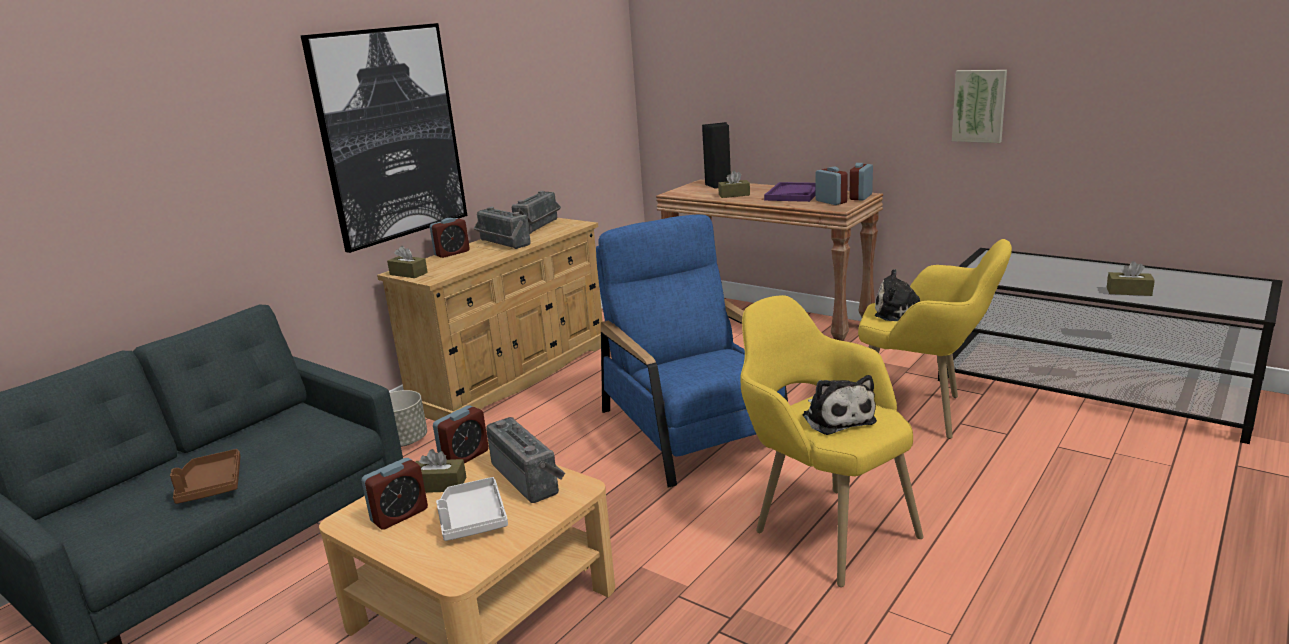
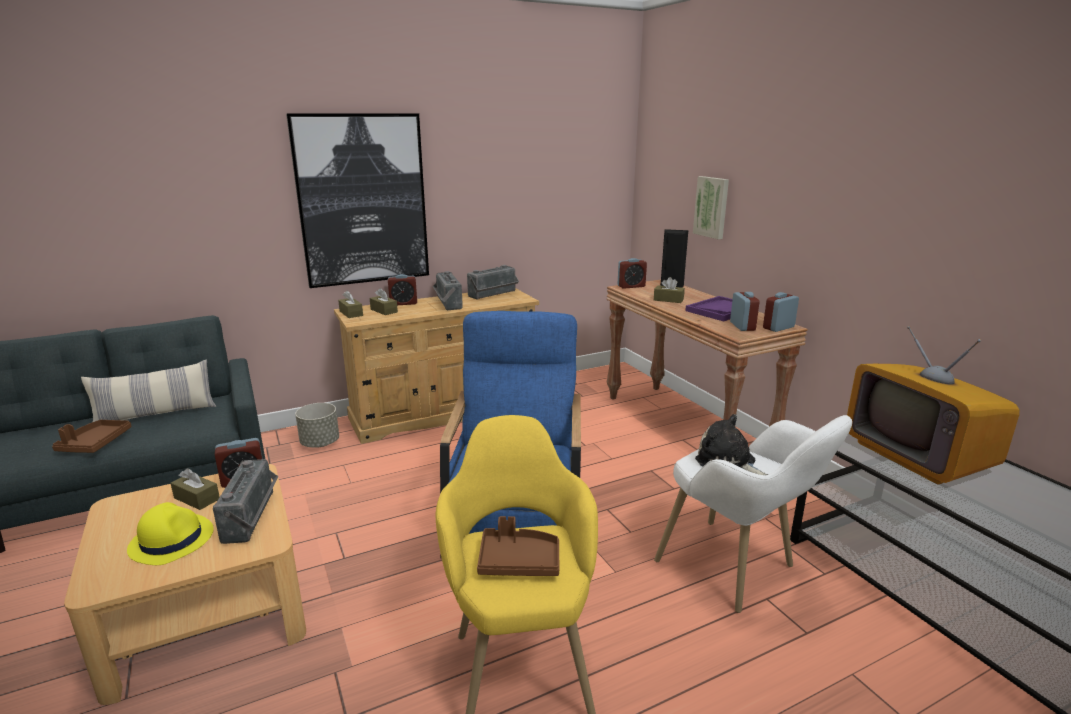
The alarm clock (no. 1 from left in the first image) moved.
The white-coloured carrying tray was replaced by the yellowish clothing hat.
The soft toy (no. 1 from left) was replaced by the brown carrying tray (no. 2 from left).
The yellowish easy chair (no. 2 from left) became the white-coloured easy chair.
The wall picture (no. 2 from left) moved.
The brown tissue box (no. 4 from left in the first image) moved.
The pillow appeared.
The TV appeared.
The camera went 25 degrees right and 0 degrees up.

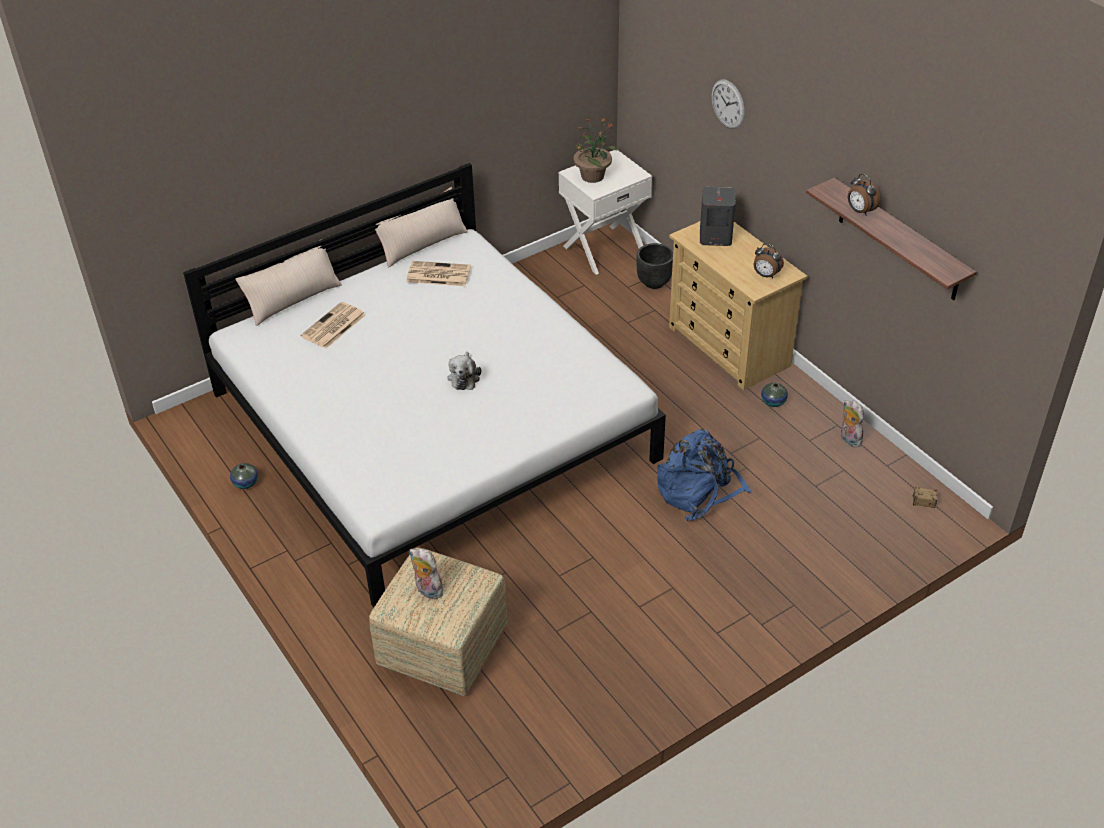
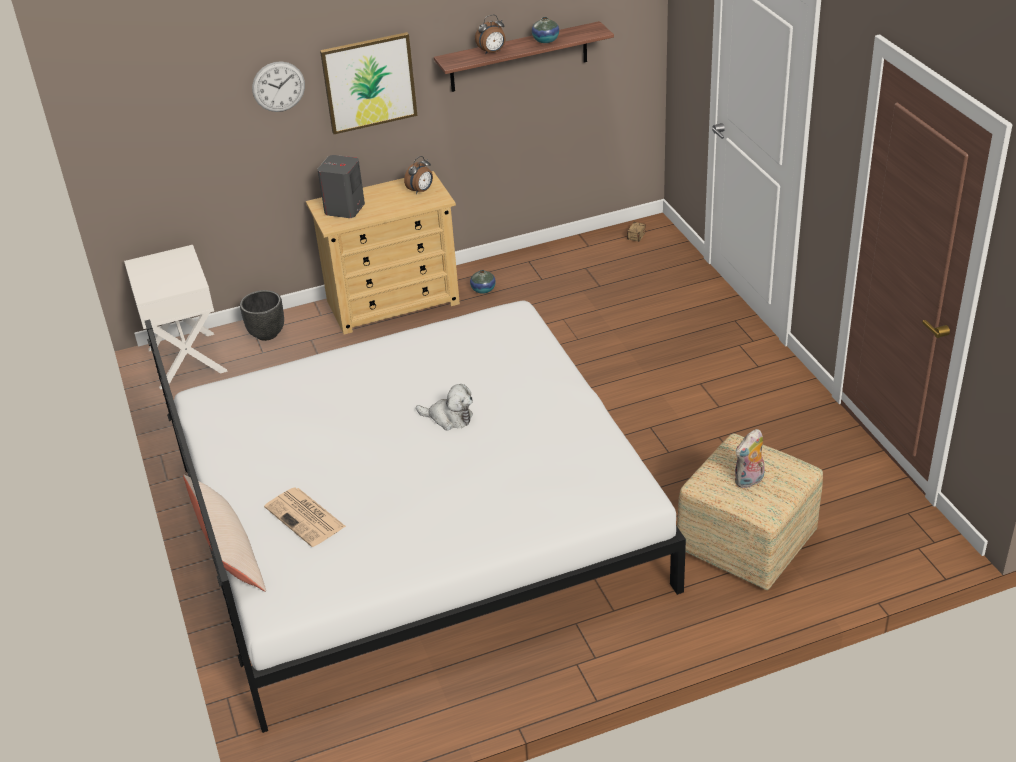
The vase (no. 1 from left in the first image) moved.
The beige pillow (no. 2 from left) disappeared.
The printed paper (no. 2 from left) disappeared.
The houseplant disappeared.
The blue-coloured backpack disappeared.
The soft toy (no. 3 from left) disappeared.
The wall picture appeared.
The camera went 75 degrees left and 5 degrees down.

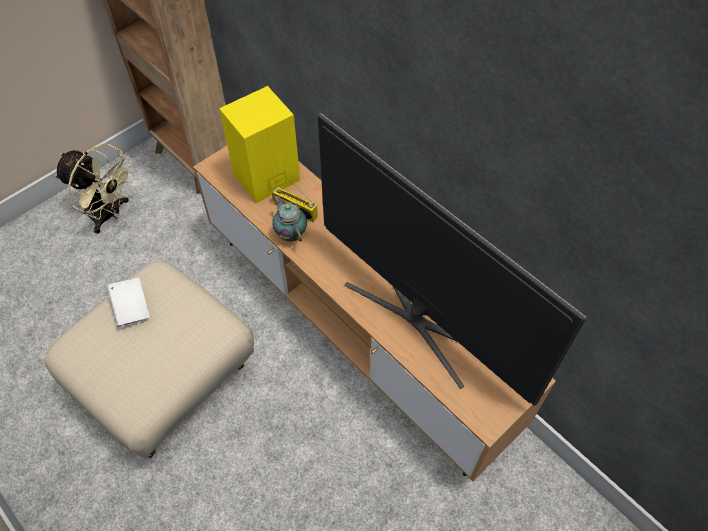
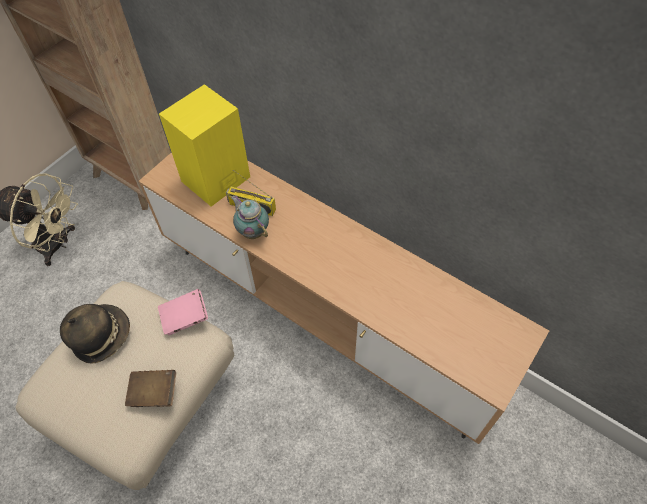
The white-coloured bound book was replaced by the clothing hat.
The TV disappeared.
The brown bound book appeared.
The pink-coloured bound book appeared.
The camera went 10 degrees left and 0 degrees up.

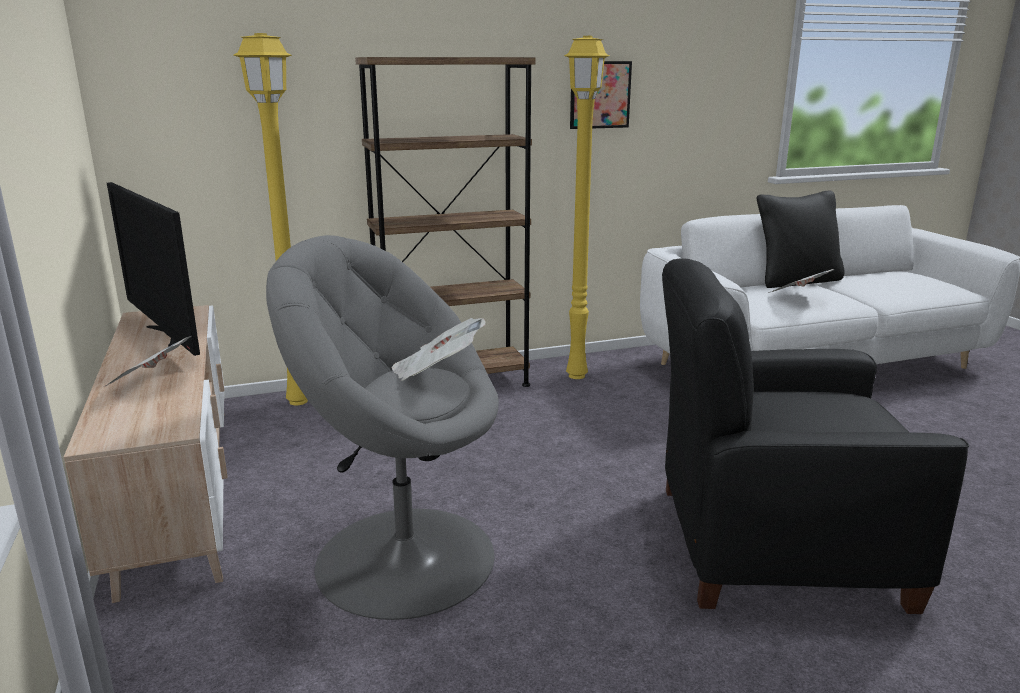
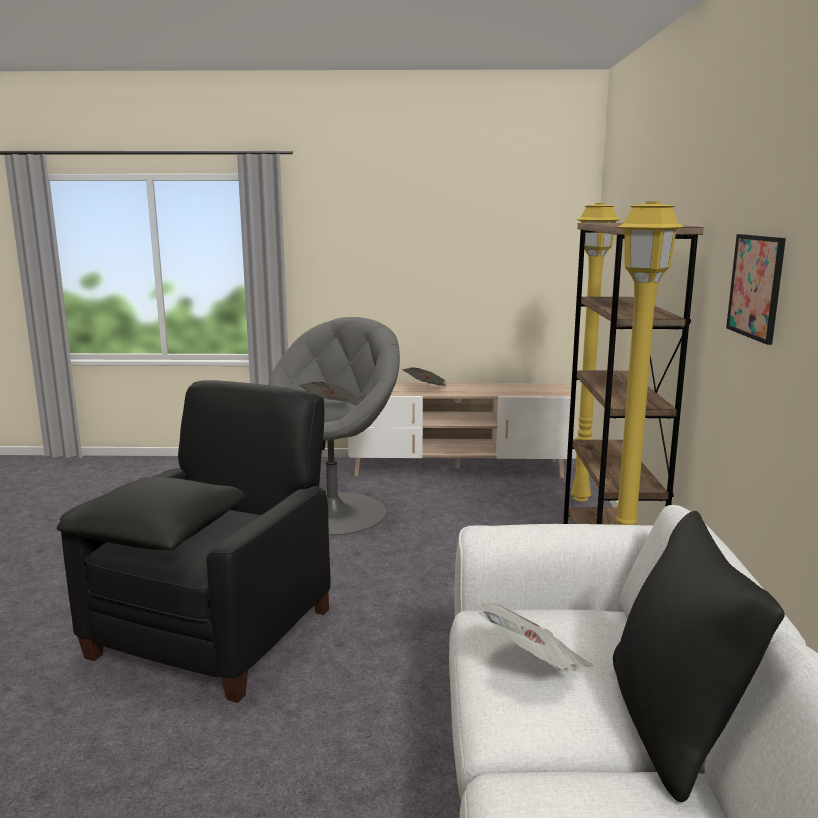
The TV disappeared.
The black pillow (no. 1 from left) appeared.
The camera went 110 degrees right and 5 degrees down.

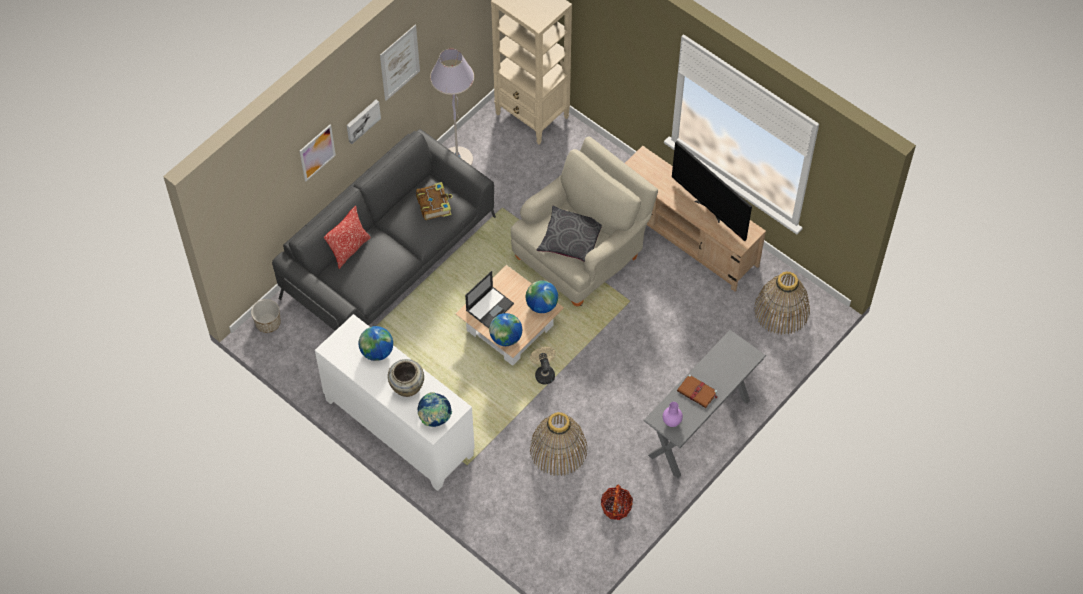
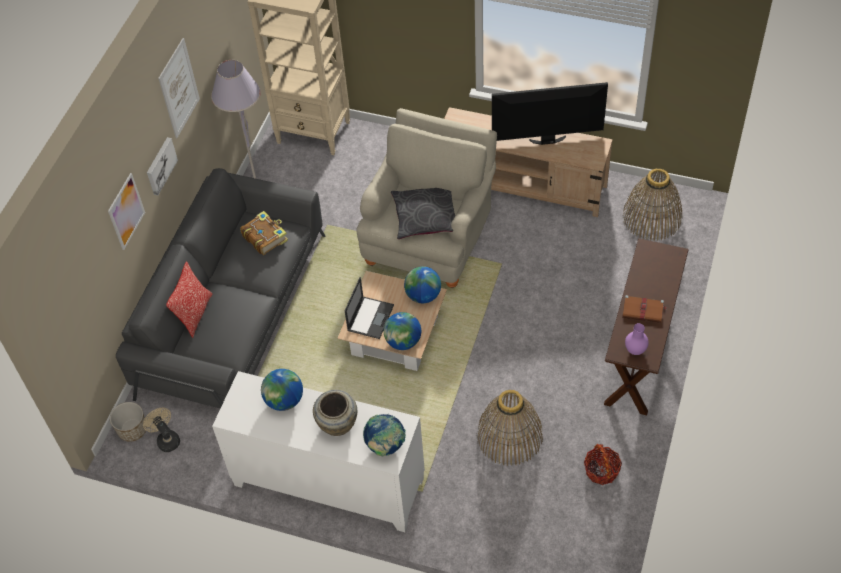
The beige fan moved.
The greyish console table became the brown console table.
The TV turned 150 degrees clockwise.
The camera went 20 degrees left and 5 degrees down.

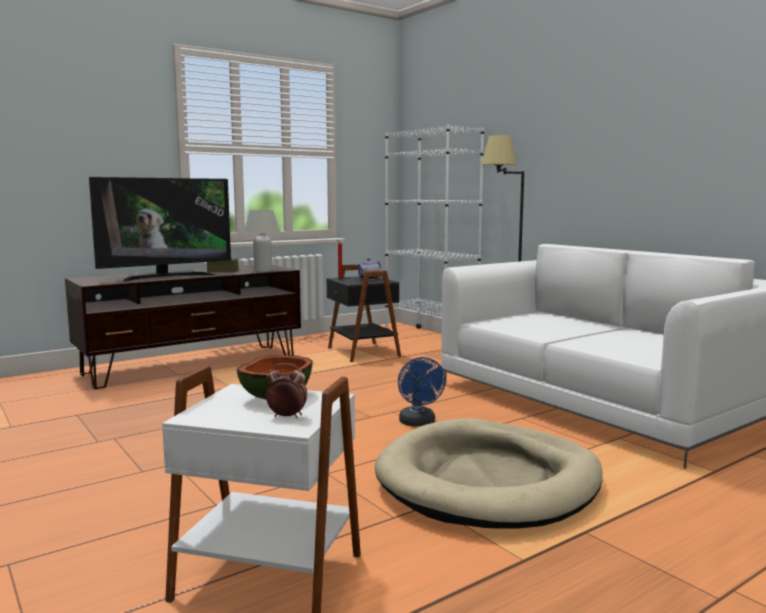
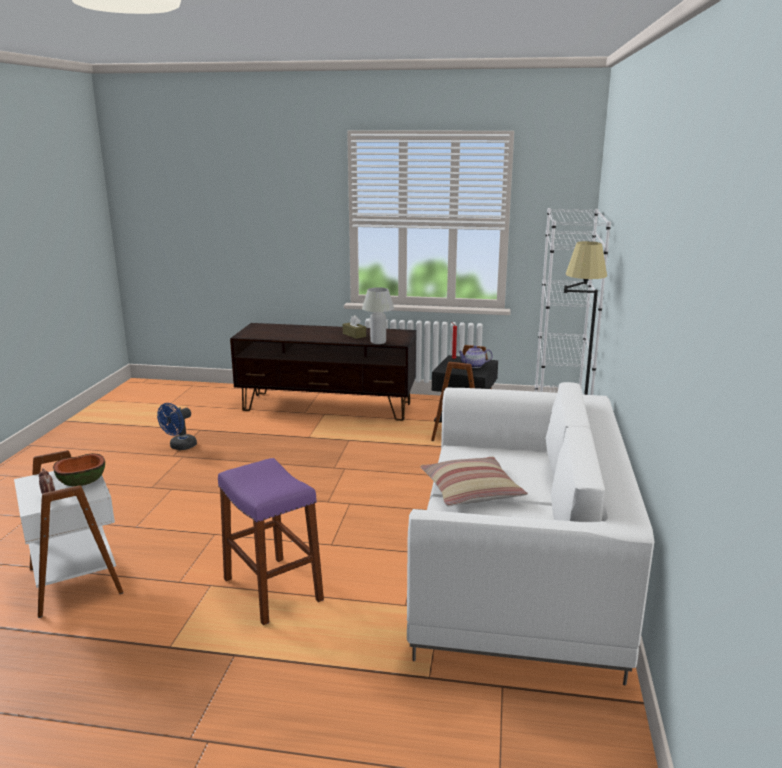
The TV disappeared.
The beige dog bed was replaced by the purple-coloured stool.
The blue-coloured fan moved.
The pillow appeared.
The camera went 45 degrees right and 10 degrees up.

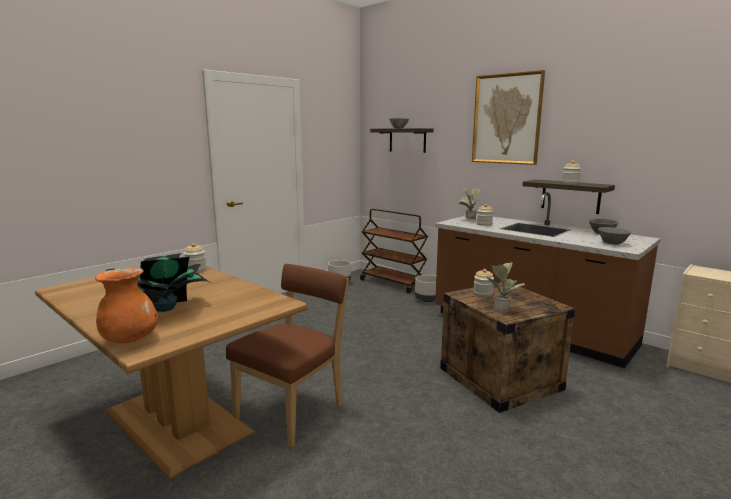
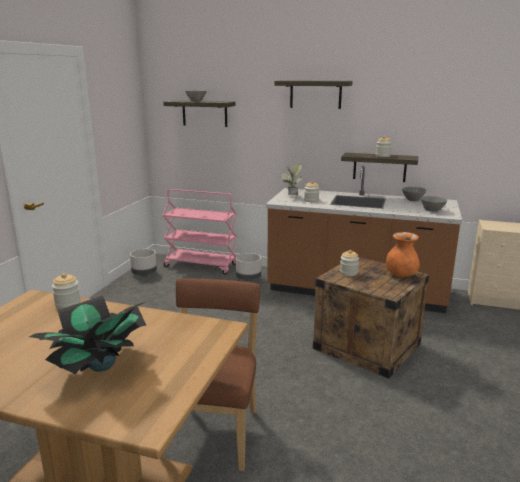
The orange-coloured vase moved.
The brown wheeled cart became the pink-coloured wheeled cart.
The wall picture was replaced by the wall shelf (no. 2 from left).
The houseplant (no. 3 from left) disappeared.
The camera went 25 degrees left and 5 degrees up.

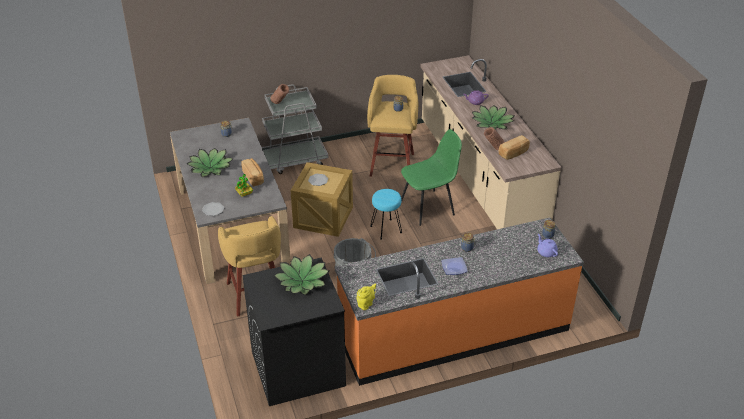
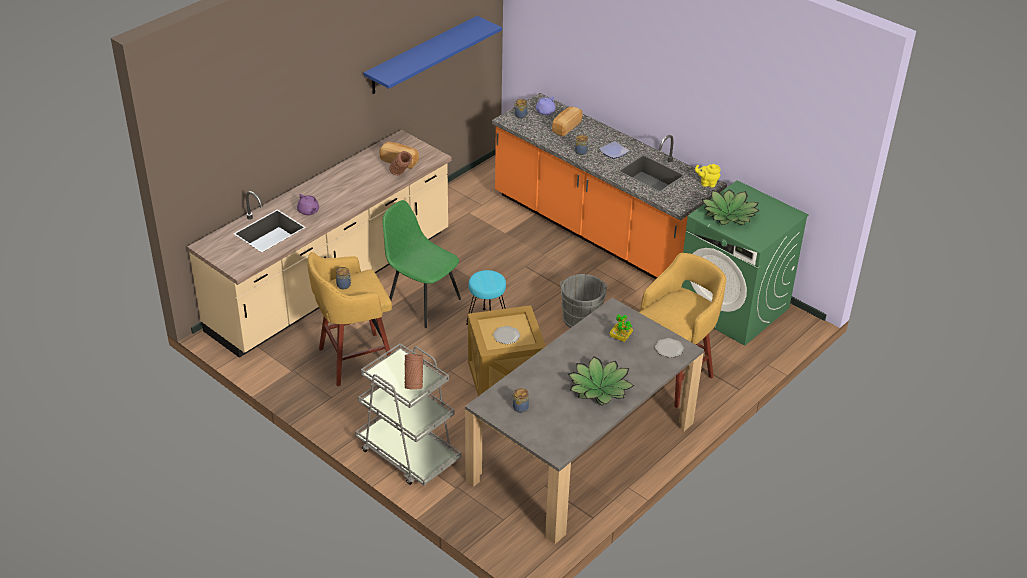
The baked bread (no. 1 from left in the first image) moved.
The black laundry machine became the greenish laundry machine.
The houseplant (no. 4 from left) disappeared.
The blue-coloured wall shelf appeared.
The camera went 120 degrees left and 0 degrees up.

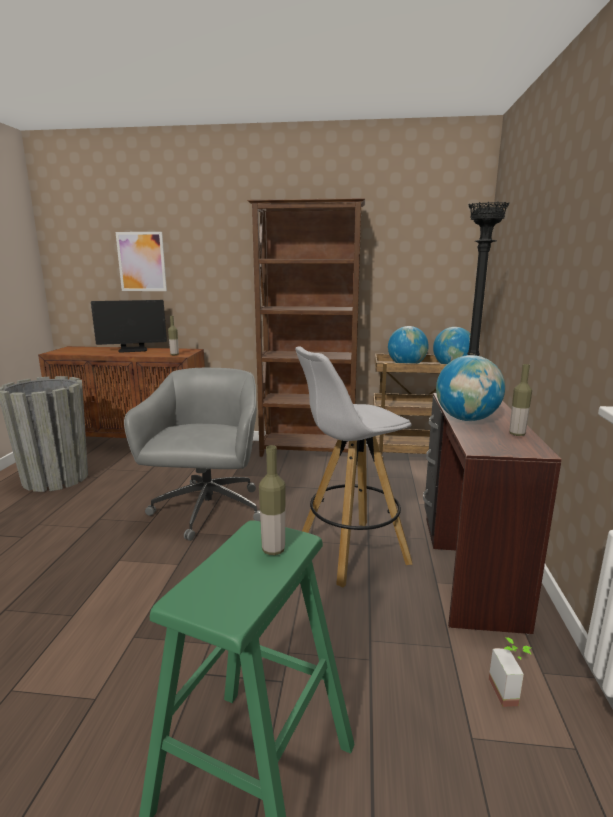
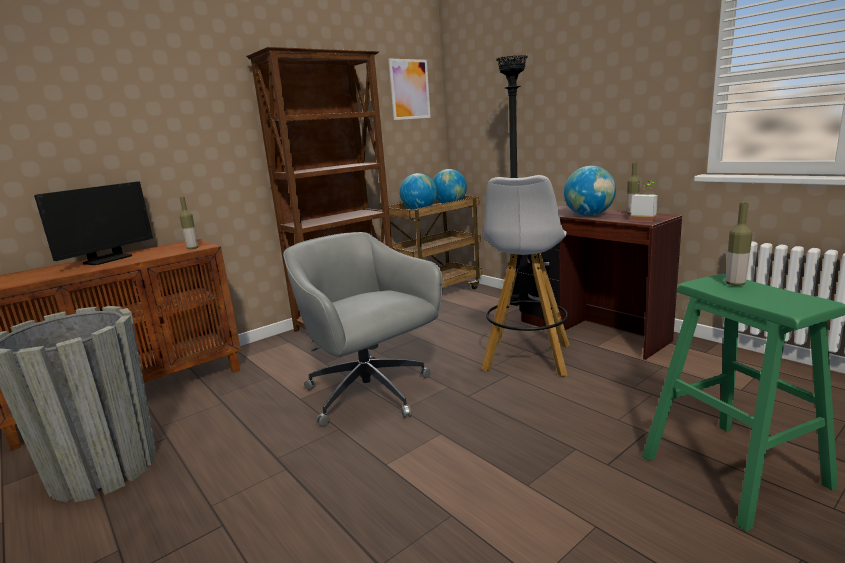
The wall picture moved.
The houseplant moved.
The camera went 45 degrees left and 0 degrees up.

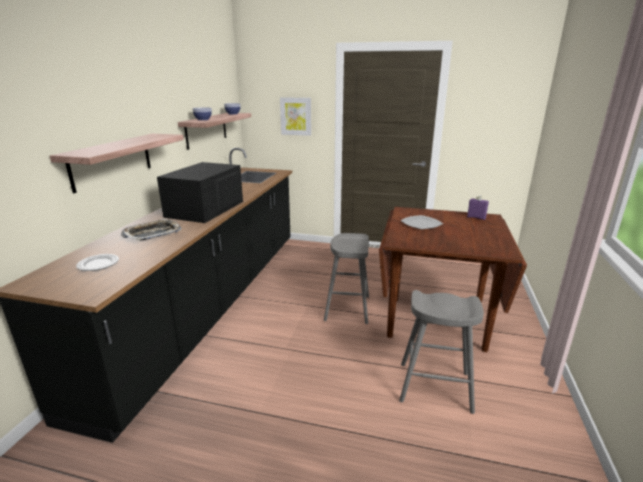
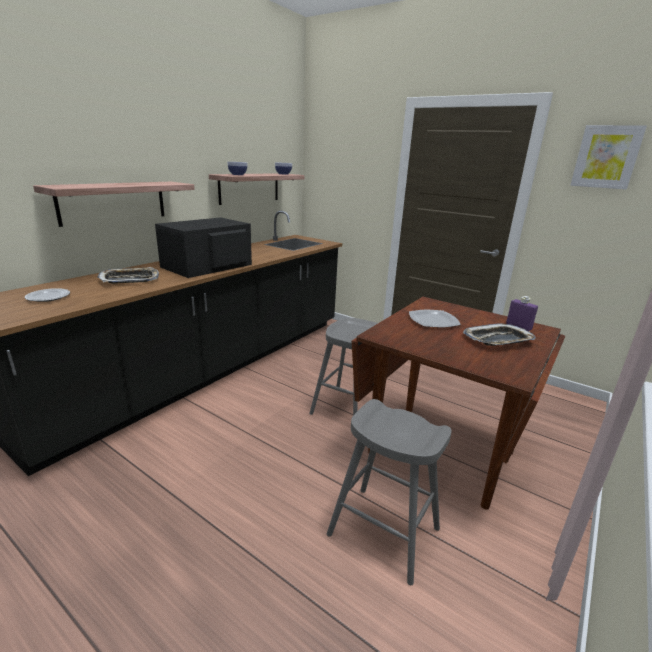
The wall picture moved.
The carrying tray (no. 2 from left) appeared.
The camera went 20 degrees right and 0 degrees up.

